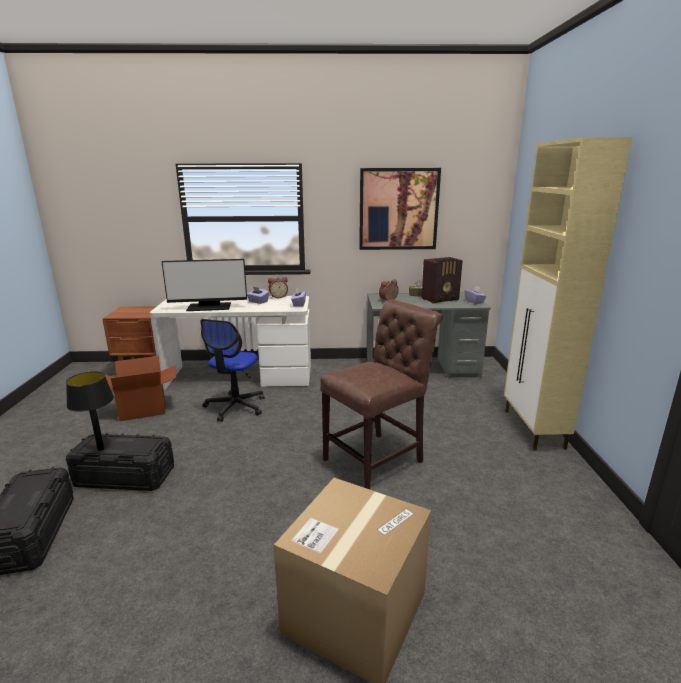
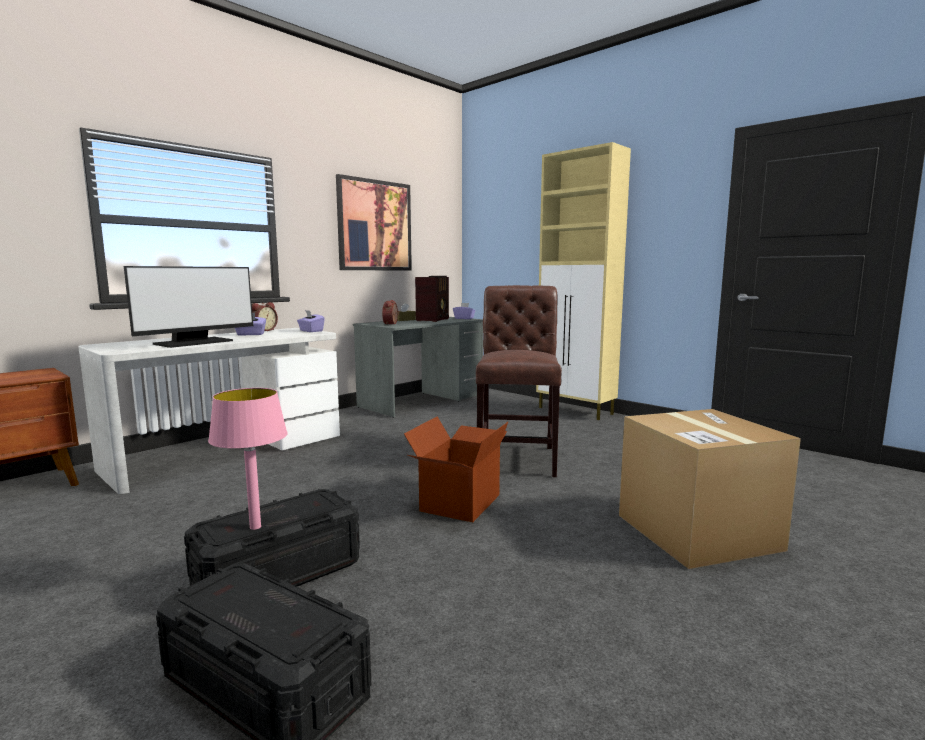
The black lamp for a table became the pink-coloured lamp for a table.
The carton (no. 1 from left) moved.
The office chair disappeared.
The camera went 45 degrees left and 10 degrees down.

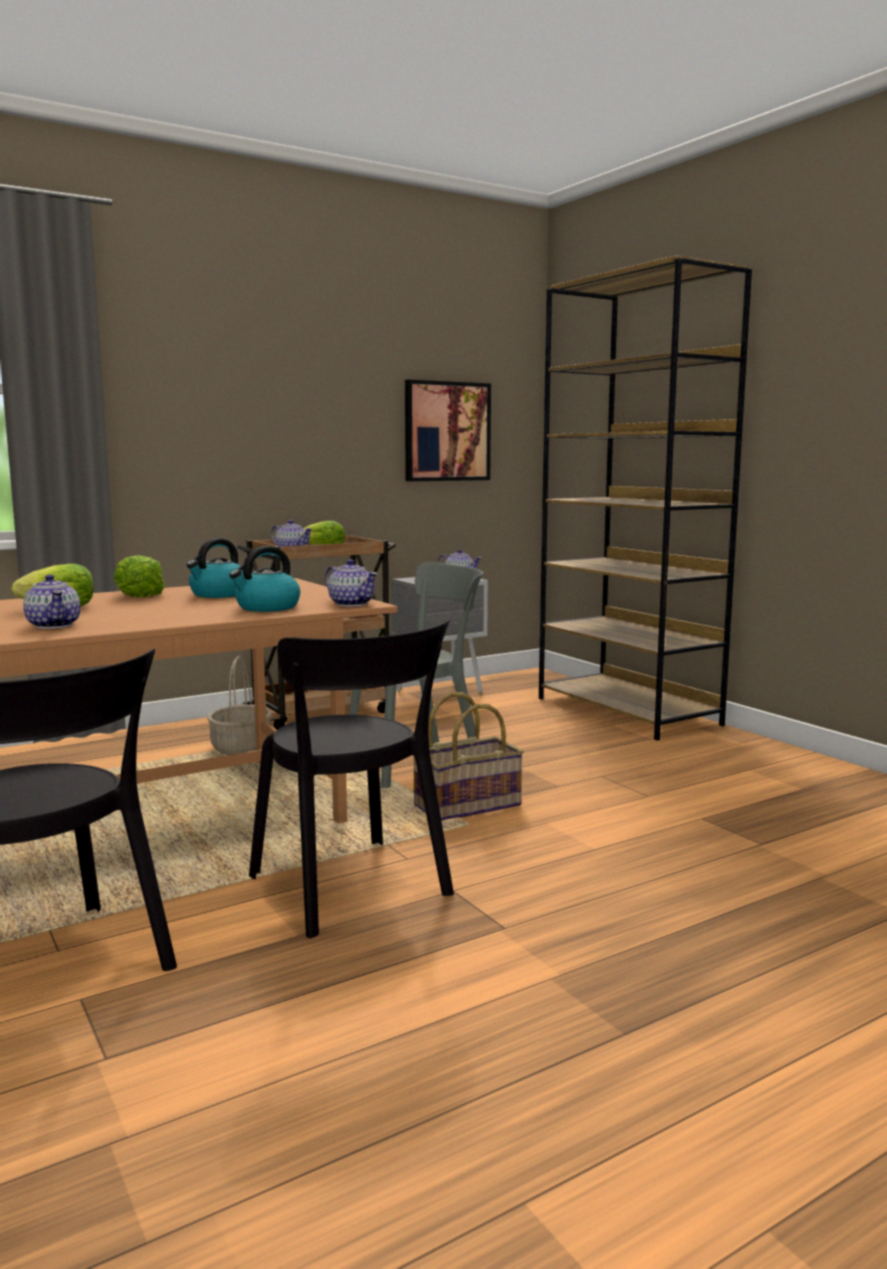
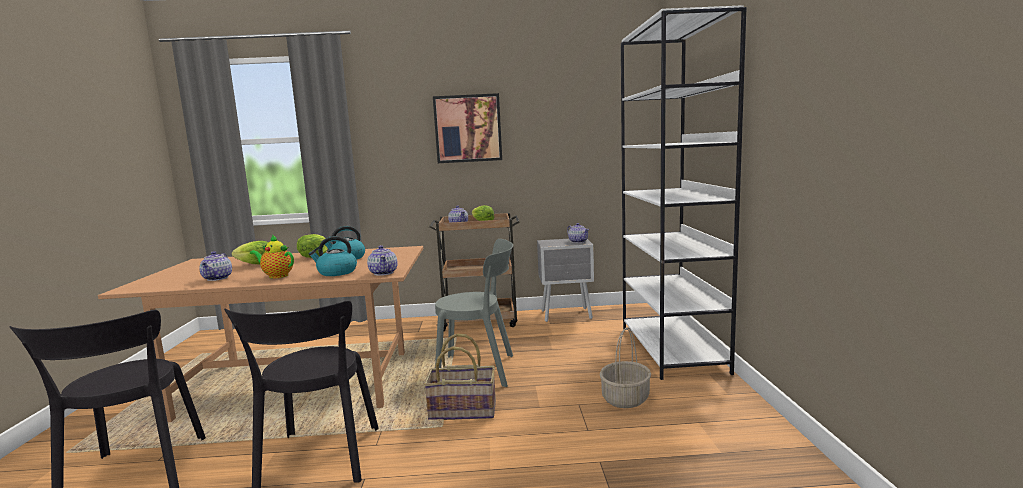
The storage basket (no. 1 from left in the first image) moved.
The wall picture moved.
The brown shelving unit became the white-coloured shelving unit.
The pot for tea (no. 2 from left) appeared.
The camera went 30 degrees right and 0 degrees up.

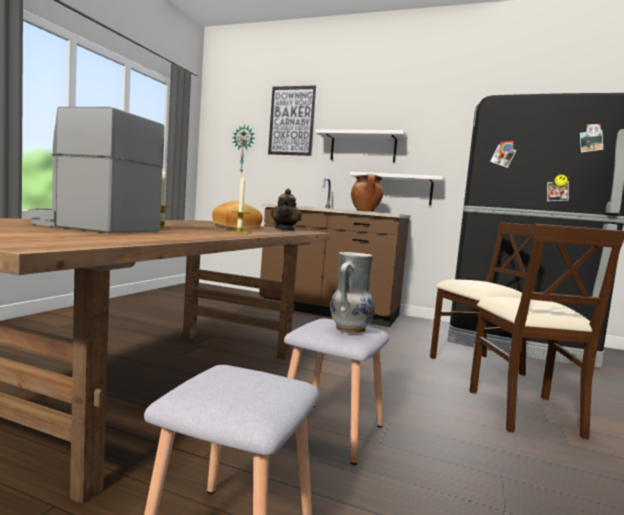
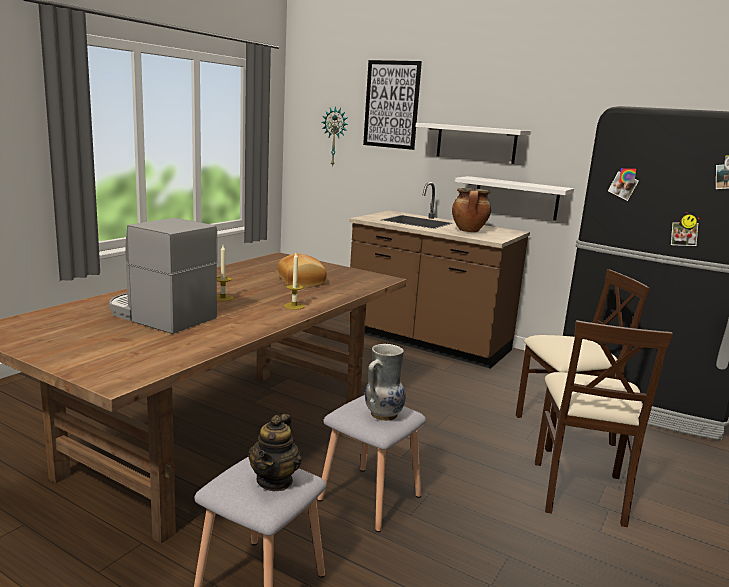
The pot for tea moved.
The camera went 10 degrees right and 10 degrees up.

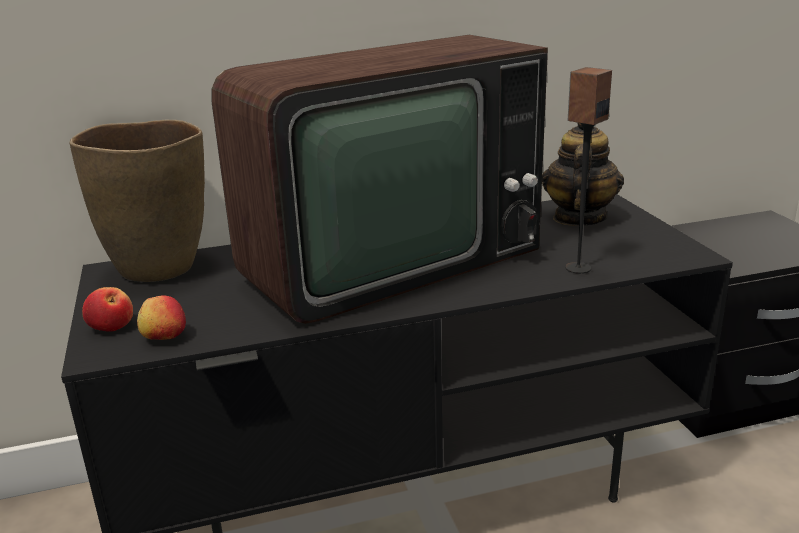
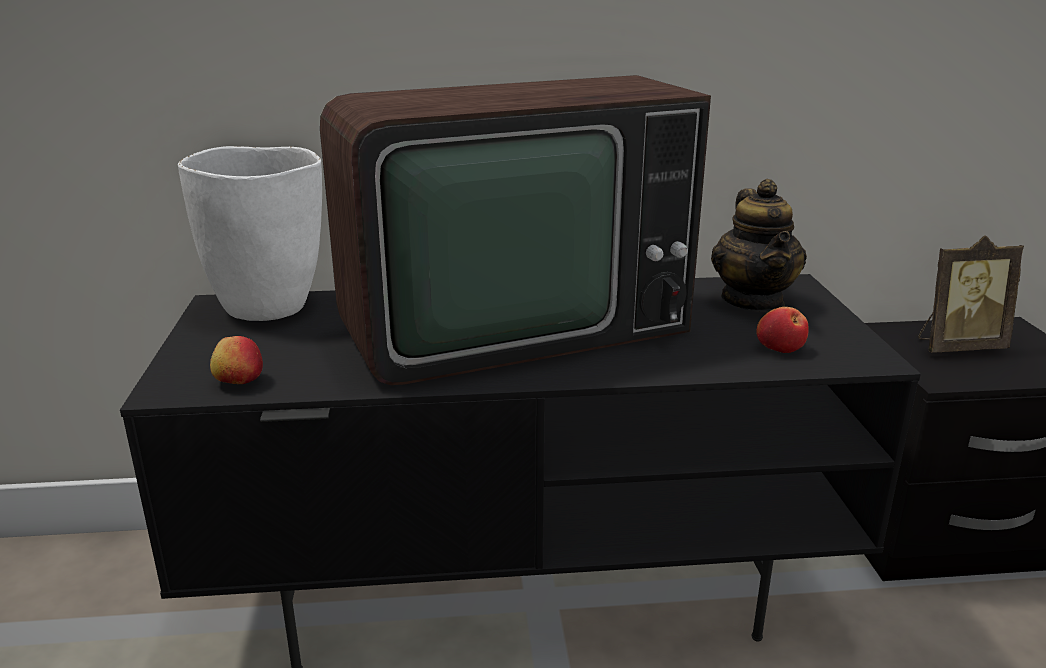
The brown vase became the white-coloured vase.
The apple fruit (no. 1 from left in the first image) moved.
The pot for tea turned 150 degrees clockwise.
The audio speaker disappeared.
The photo frame appeared.
The camera went 10 degrees right and 0 degrees up.

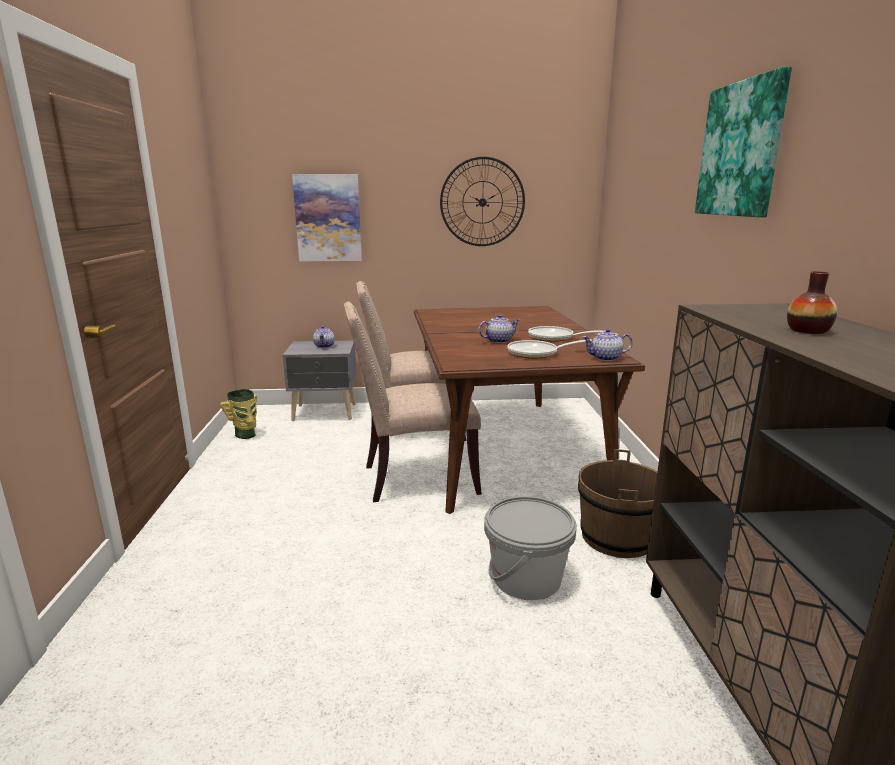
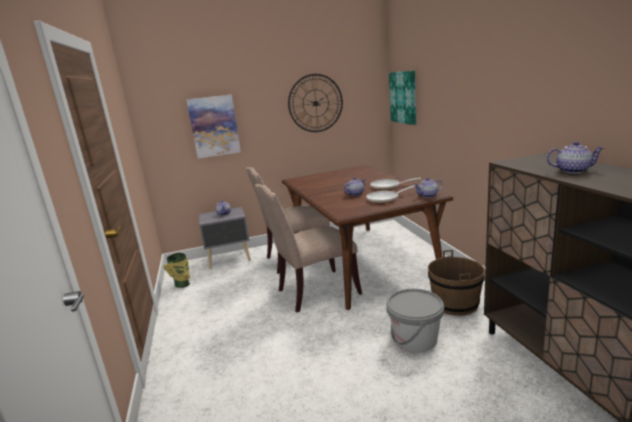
The wall picture (no. 2 from left) moved.
The vase (no. 2 from left) was replaced by the pot for tea (no. 4 from left).
The camera went 10 degrees left and 0 degrees up.

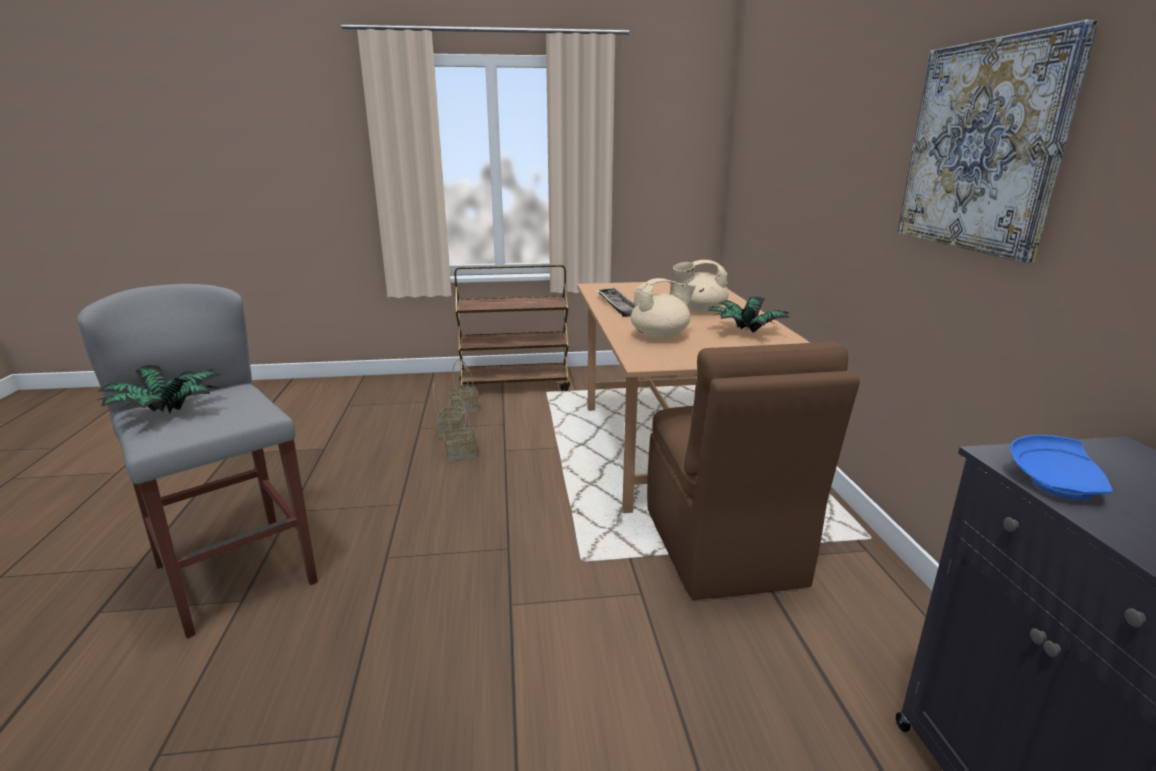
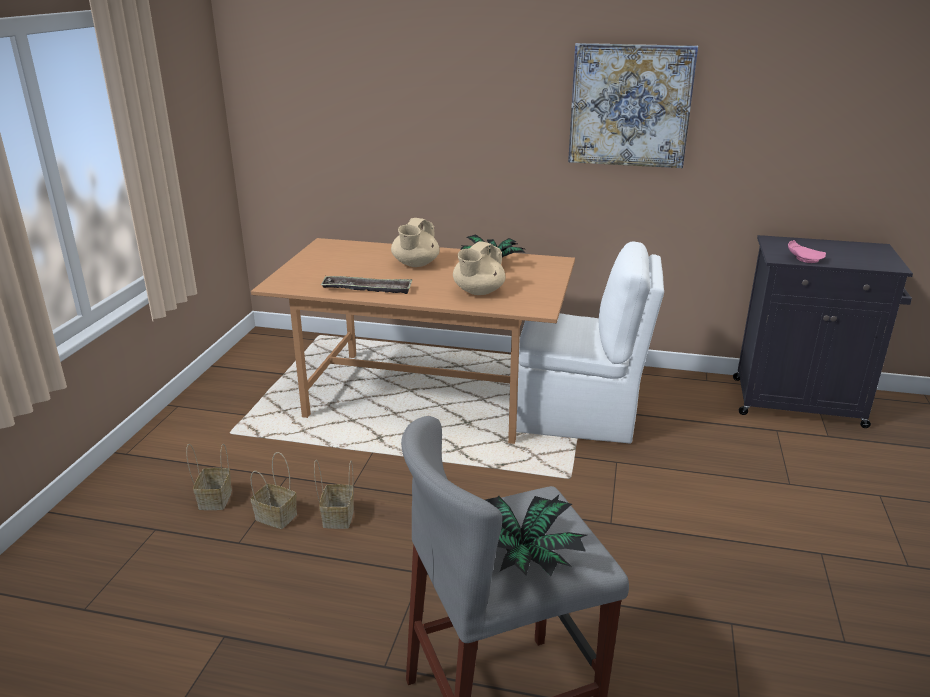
The brown wheeled cart disappeared.
The beige pot for tea (no. 1 from left in the first image) turned 150 degrees counterclockwise.
The brown chair became the white-coloured chair.
The blue-coloured plate became the pink-coloured plate.
The camera went 70 degrees left and 5 degrees up.

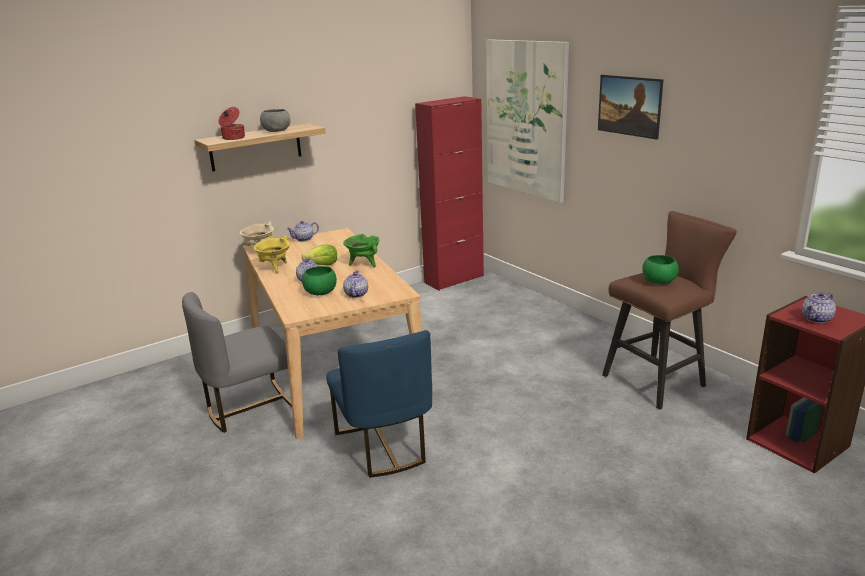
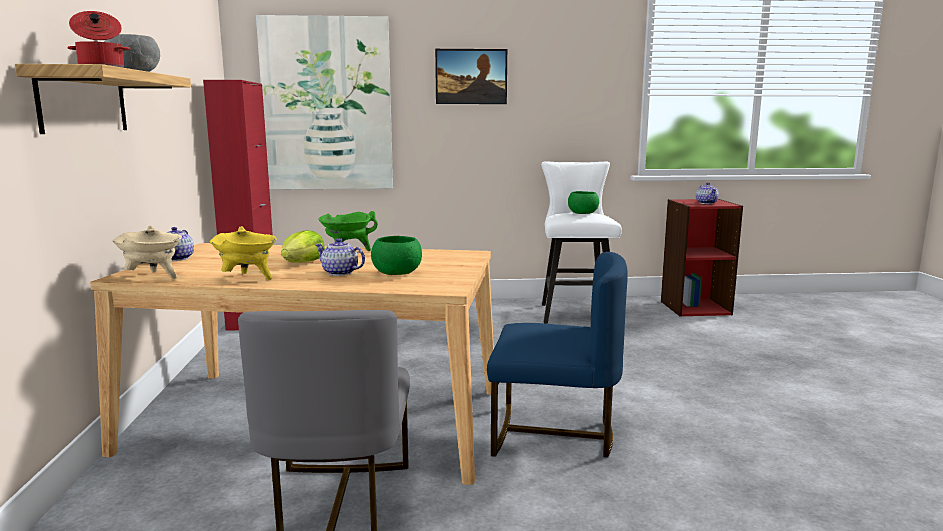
The pot for tea (no. 3 from left) disappeared.
The brown stool became the white-coloured stool.
The camera went 60 degrees left and 10 degrees down.

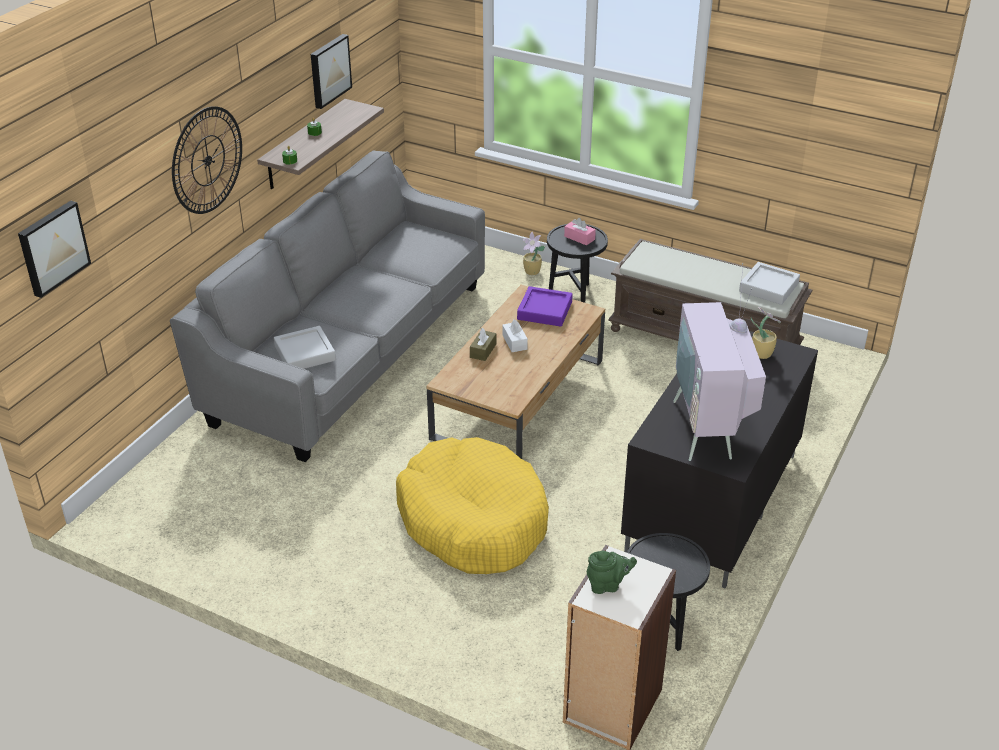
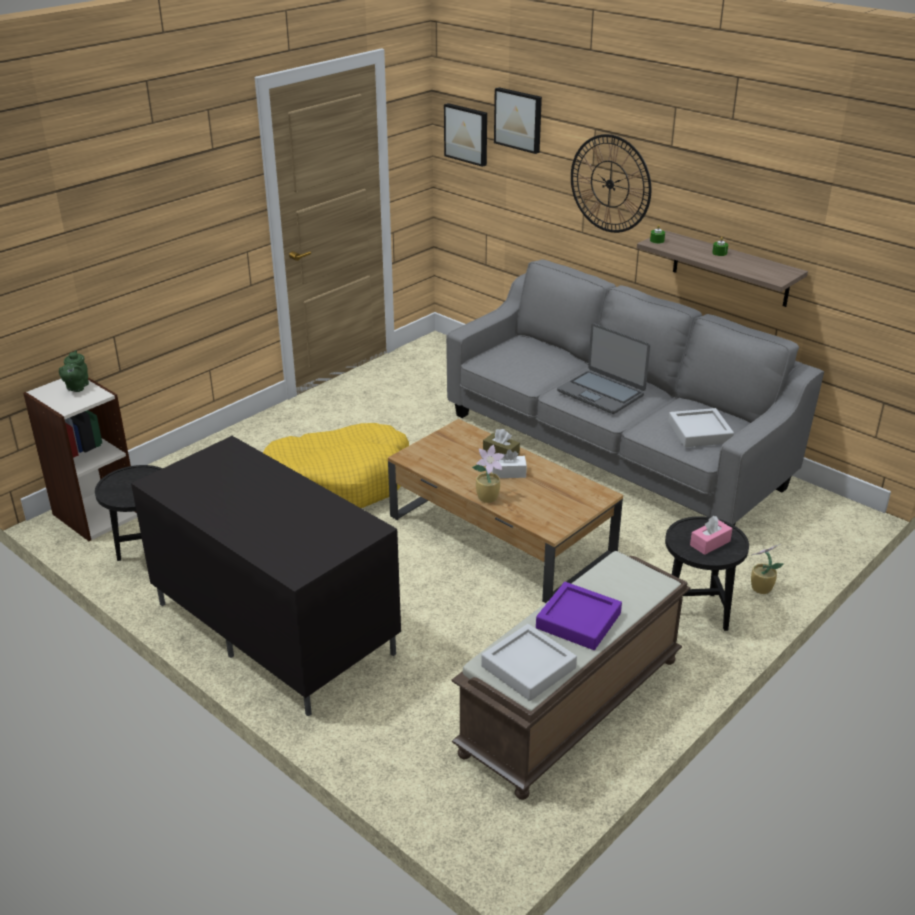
The greyish carrying tray (no. 1 from left in the first image) moved.
The wall picture (no. 2 from left) moved.
The purple-coloured carrying tray moved.
The TV disappeared.
The houseplant (no. 2 from left in the first image) moved.
The notebook computer appeared.
The camera went 105 degrees right and 5 degrees down.

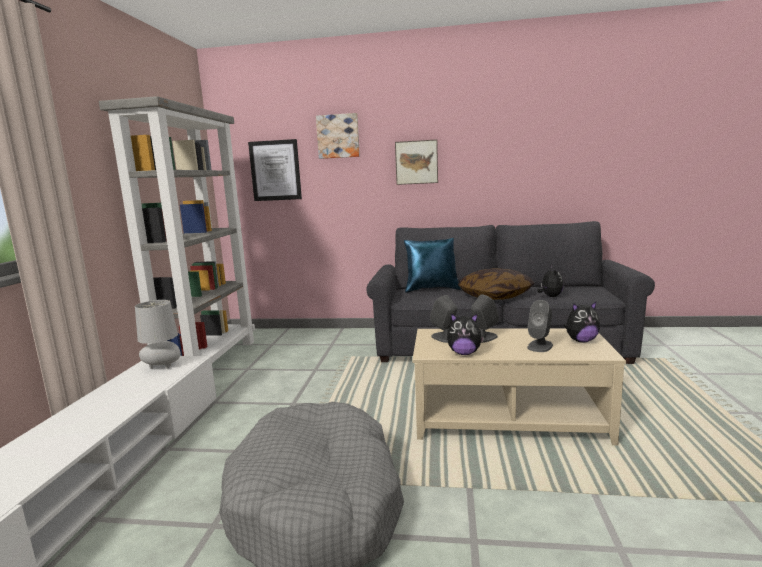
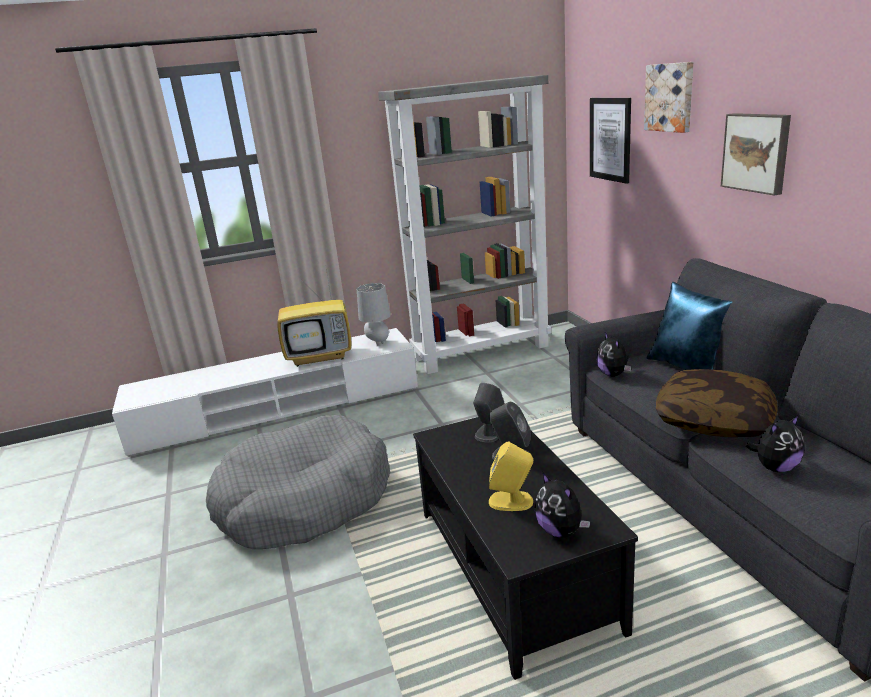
The beige low table became the black low table.
The soft toy (no. 1 from left in the first image) moved.
The greyish audio speaker (no. 3 from left) became the yellowish audio speaker.
The TV appeared.
The camera went 65 degrees right and 10 degrees up.

